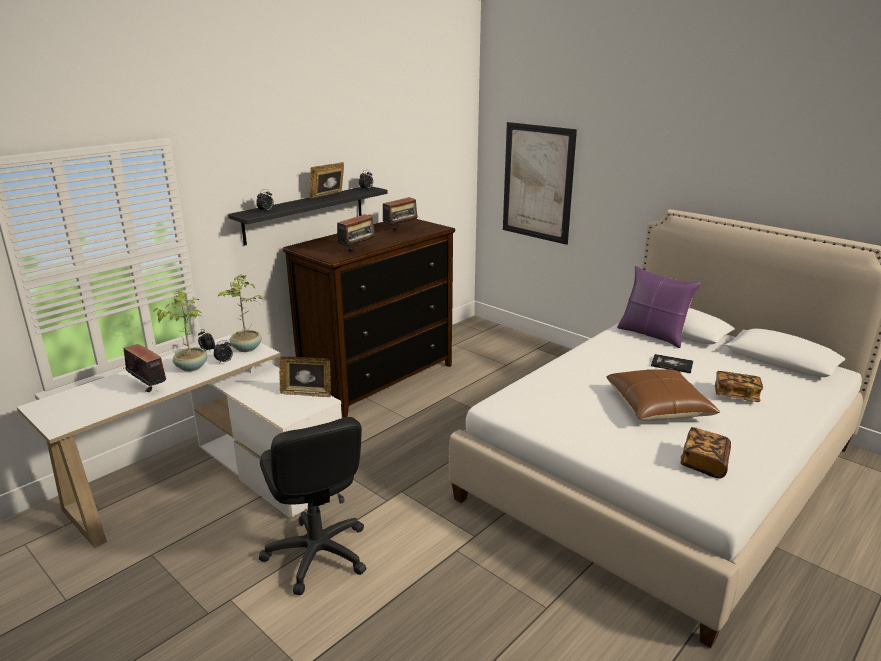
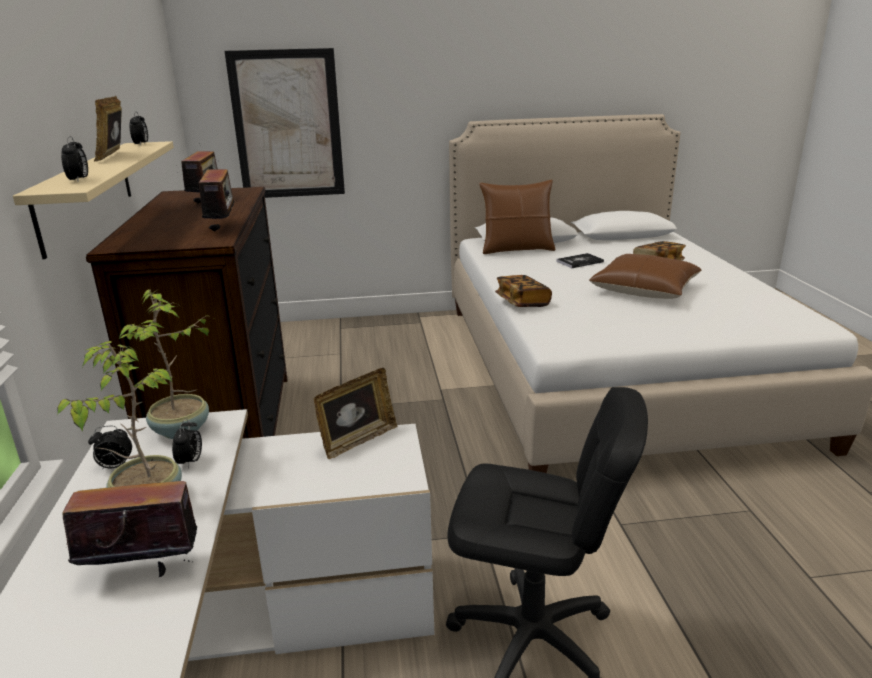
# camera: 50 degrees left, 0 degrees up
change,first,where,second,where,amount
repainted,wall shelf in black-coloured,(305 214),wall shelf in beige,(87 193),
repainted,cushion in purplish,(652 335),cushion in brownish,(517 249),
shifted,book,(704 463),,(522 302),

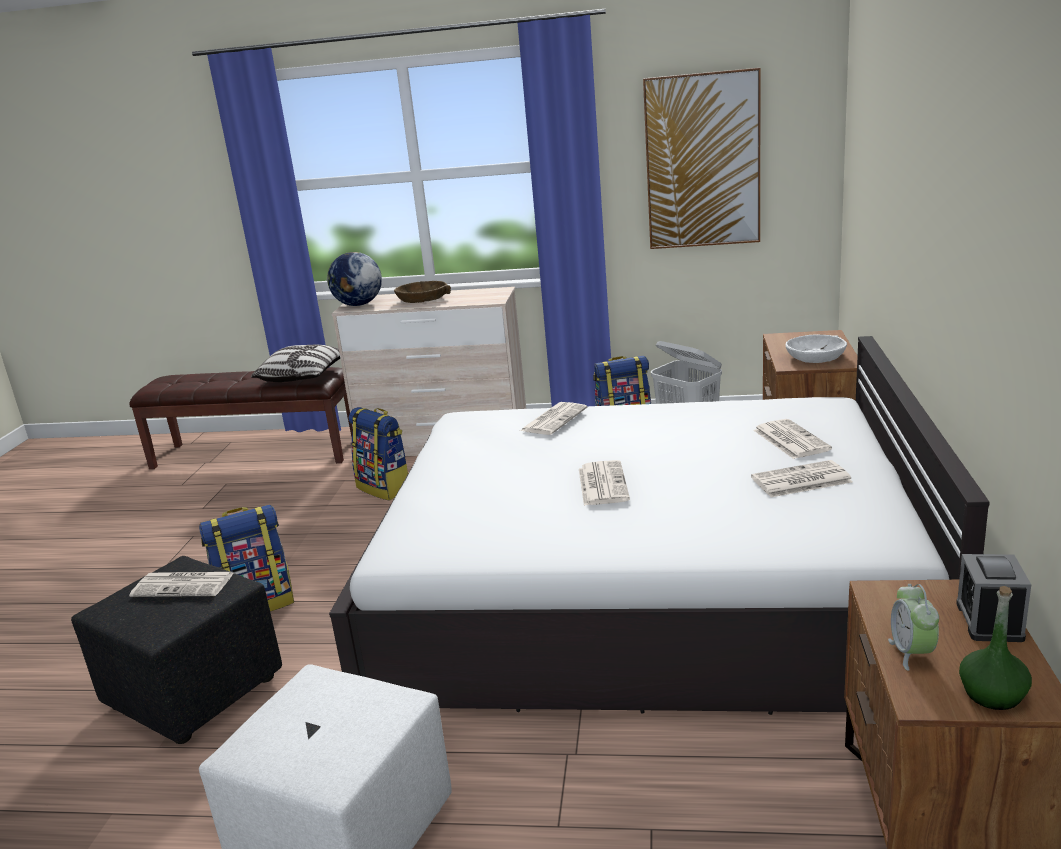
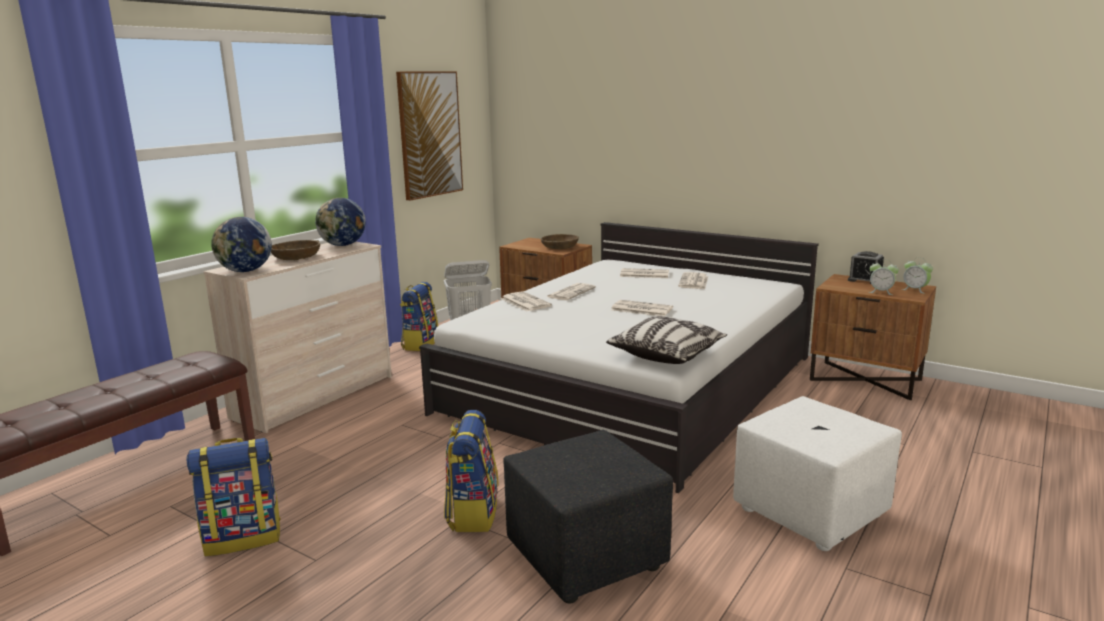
# camera: 65 degrees left, 5 degrees down
change,first,where,second,where,amount
shifted,rucksack,(386 488),,(243 538),
new,,,globe,(343 245),
repainted,serving bowl in whitish,(815 357),serving bowl in brownish,(559 247),
shifted,newspaper,(185 585),,(571 292),
shifted,cushion,(303 376),,(667 354),
swapped,bottle in greenish,(993 694),table clock,(915 290),

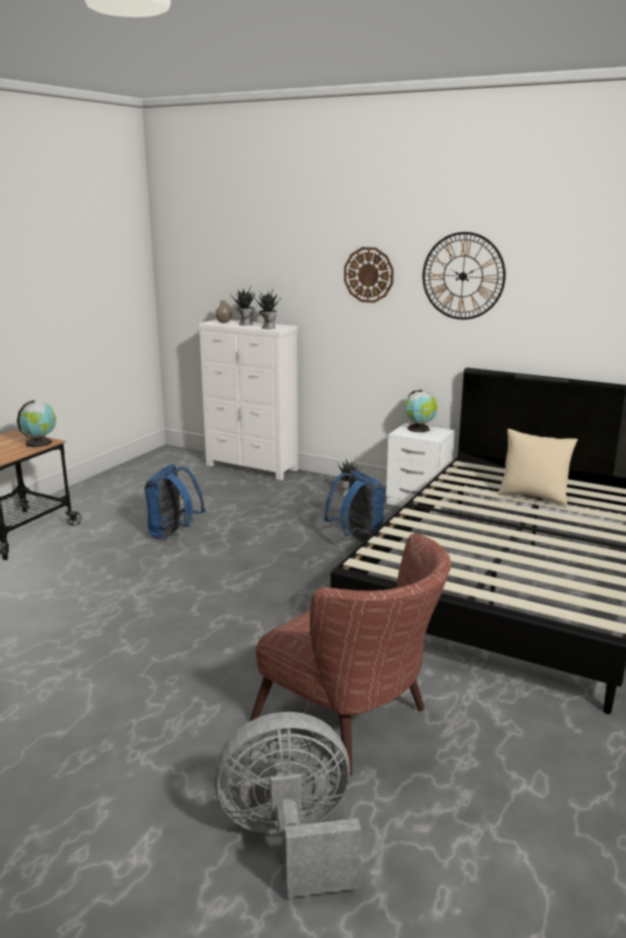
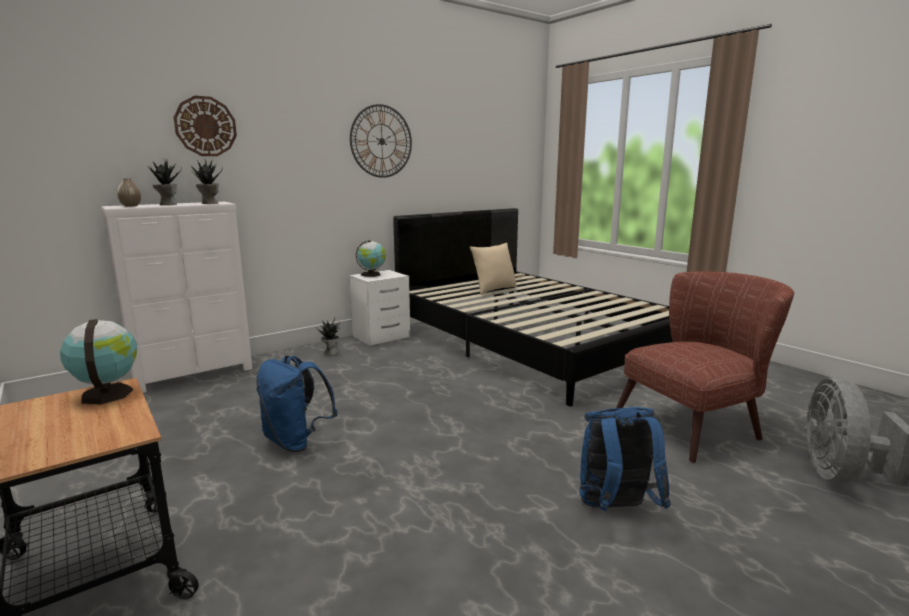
# camera: 65 degrees left, 5 degrees down
change,first,where,second,where,amount
shifted,clock on the wall,(368 275),,(205 126),
shifted,rucksack in bluish,(357 540),,(615 509),

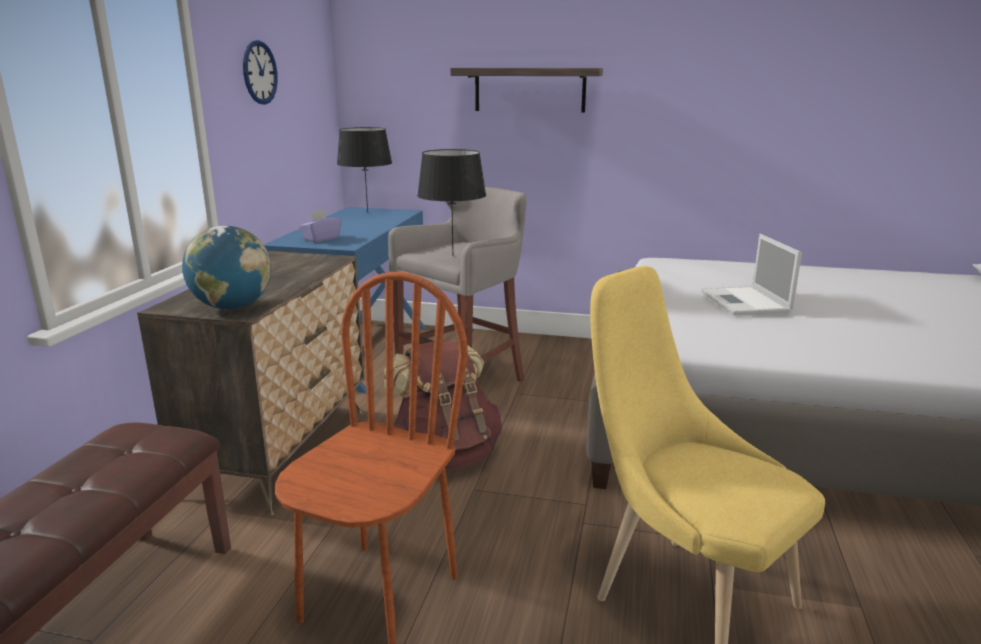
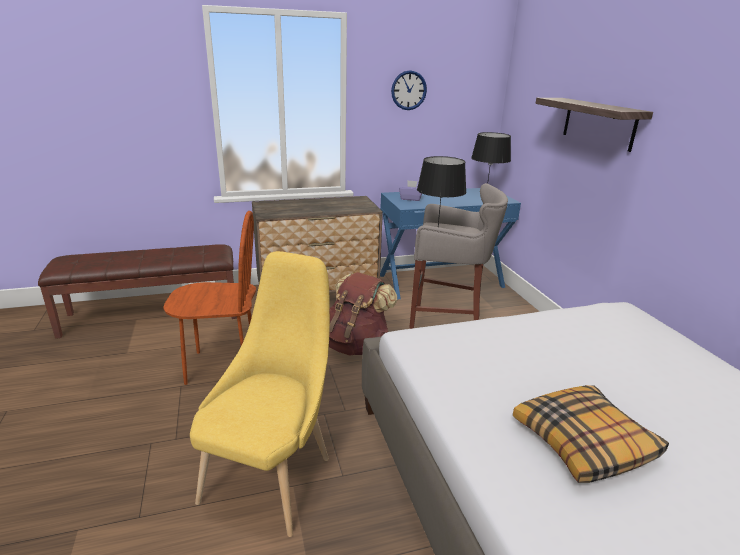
# camera: 60 degrees right, 5 degrees up
change,first,where,second,where,amount
new,,,cushion,(584 443),
gone,globe,(232 307),,,
gone,notebook computer,(746 302),,,

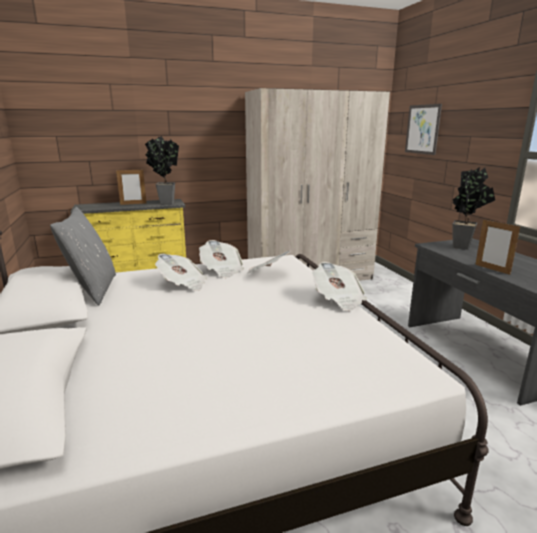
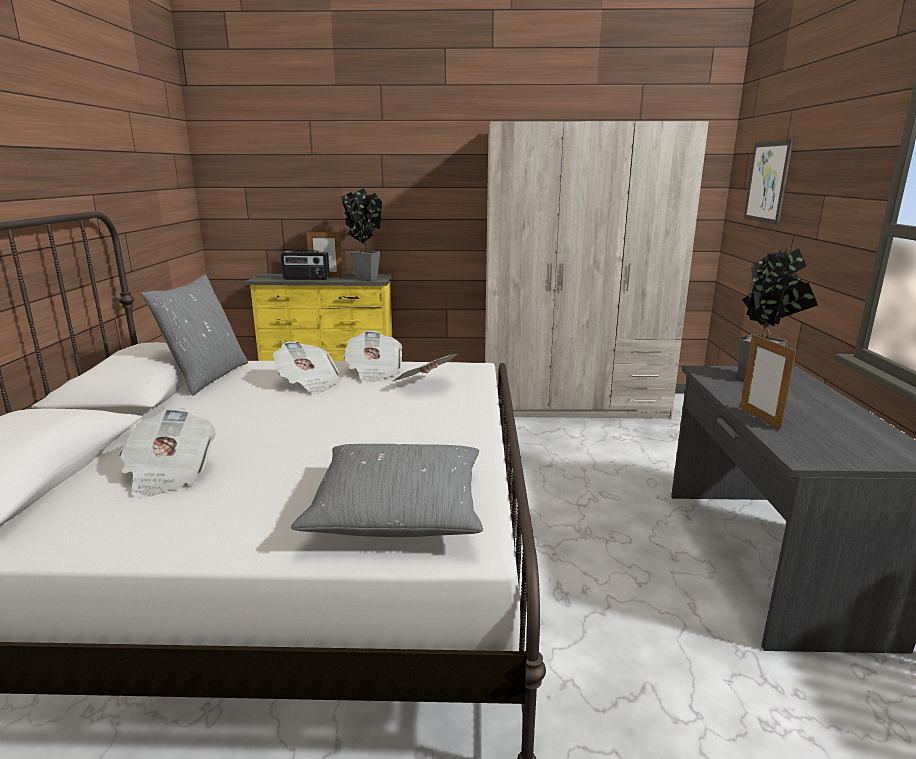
# camera: 20 degrees right, 0 degrees up
change,first,where,second,where,amount
shifted,newspaper,(338 299),,(169 474),
new,,,radio,(306 279),
new,,,cushion in grey,(398 509),

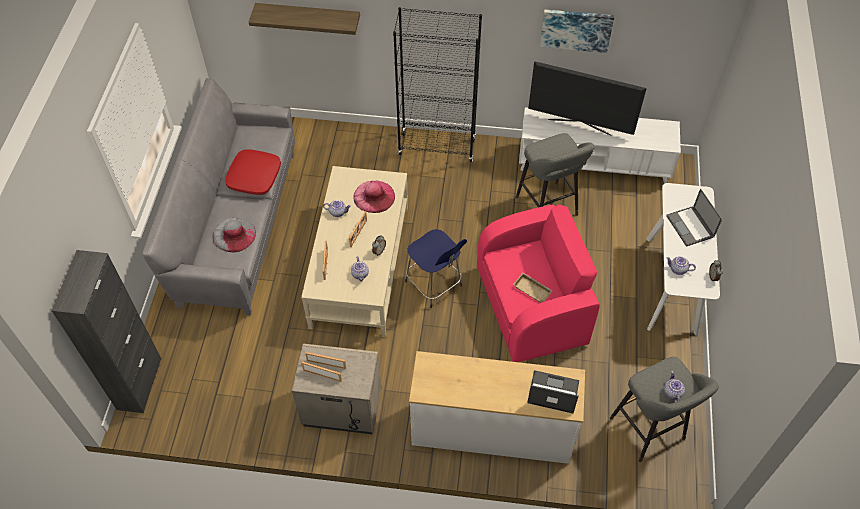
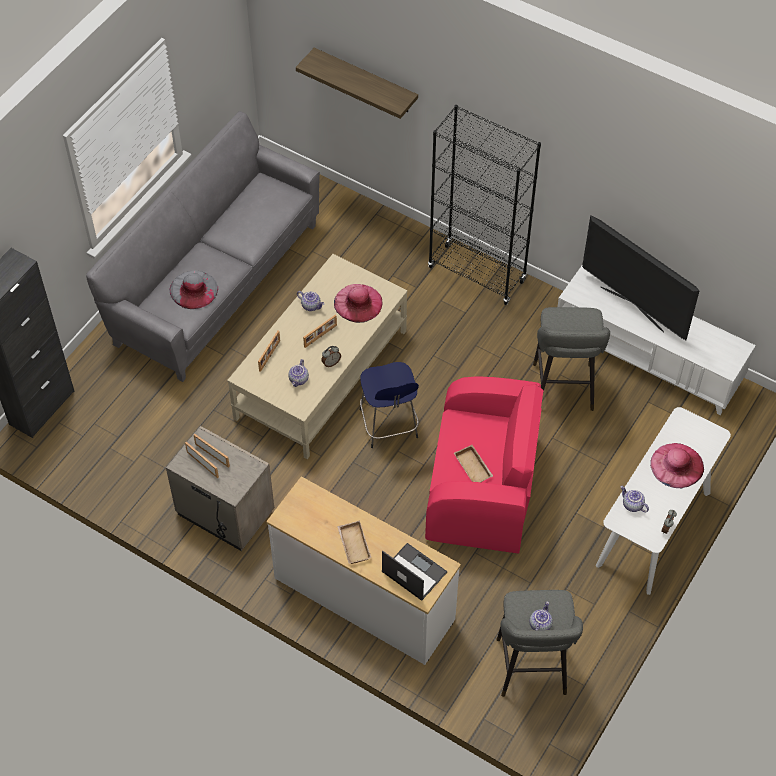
# camera: 25 degrees right, 0 degrees up
change,first,where,second,where,amount
new,,,tray in beige,(353 544),
swapped,notebook computer,(690 226),wearable hat in pink-coloured,(677 465),
gone,cushion in red-coloured,(254 176),,,
gone,picture,(576 29),,,

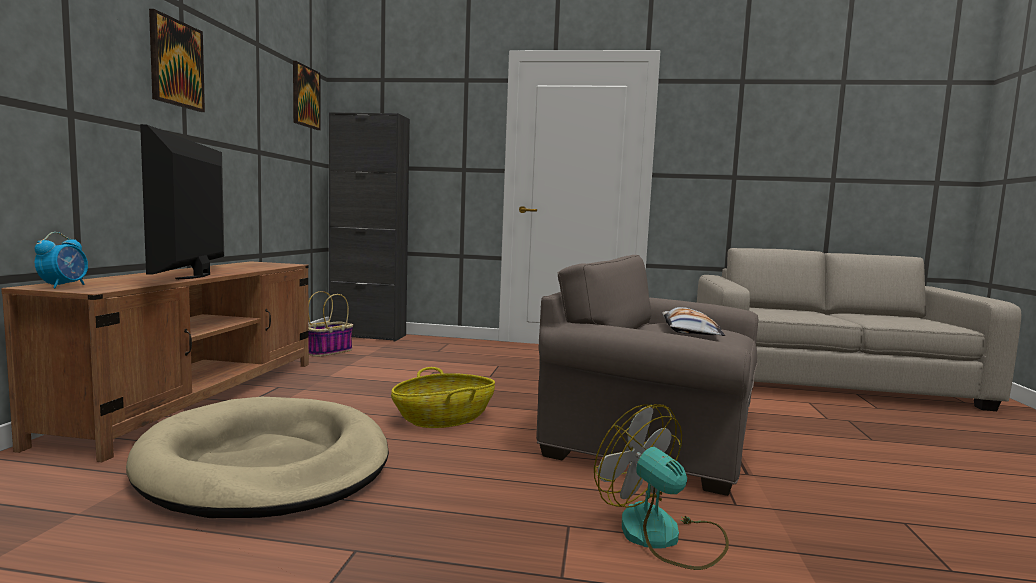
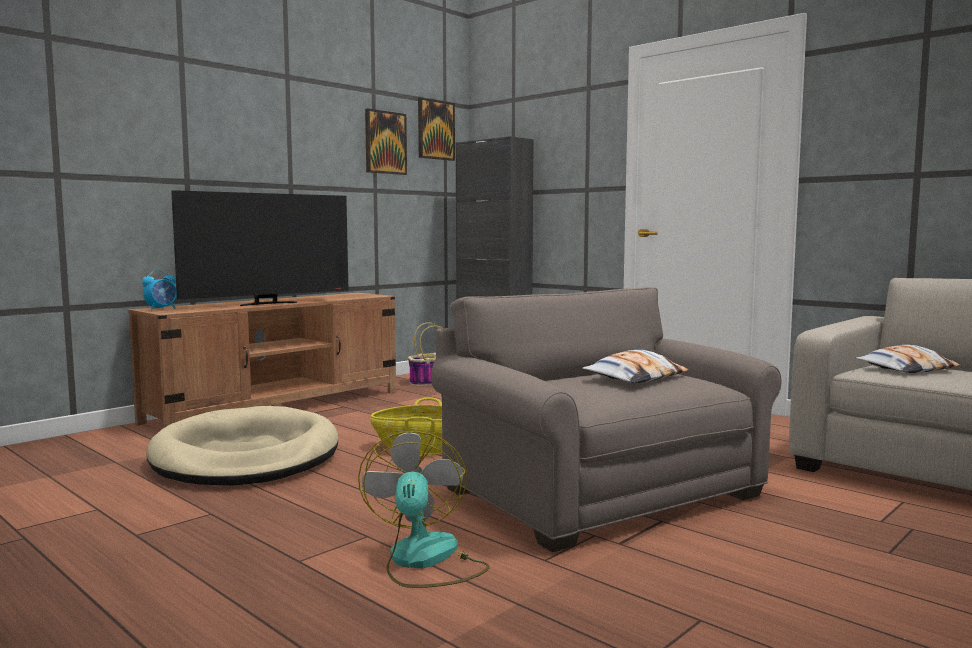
# camera: 35 degrees right, 0 degrees up
change,first,where,second,where,amount
rotated,TV,(197 275),,(267 303),150 degrees counterclockwise
shifted,picture,(176 63),,(385 142),
new,,,cushion,(906 369),

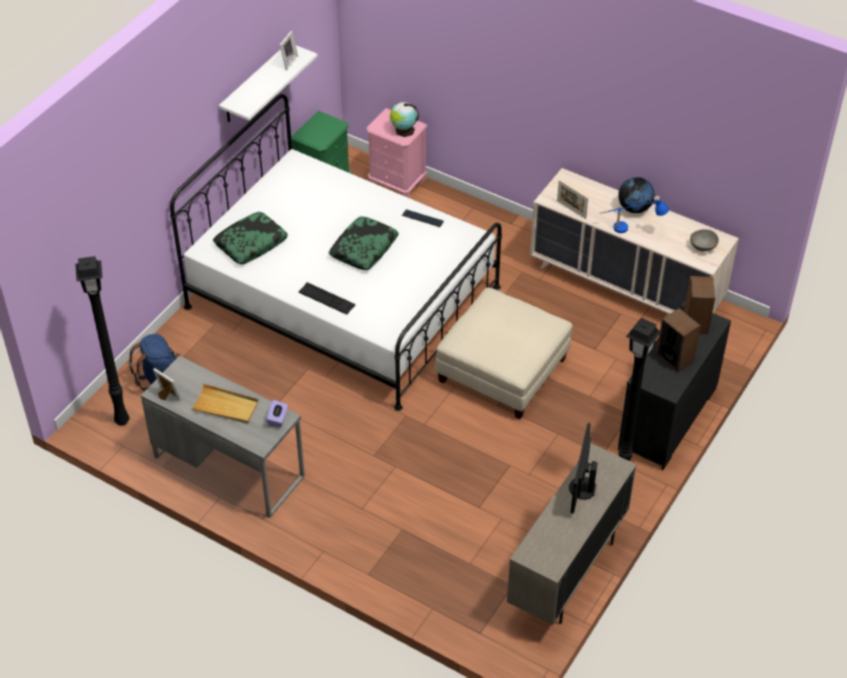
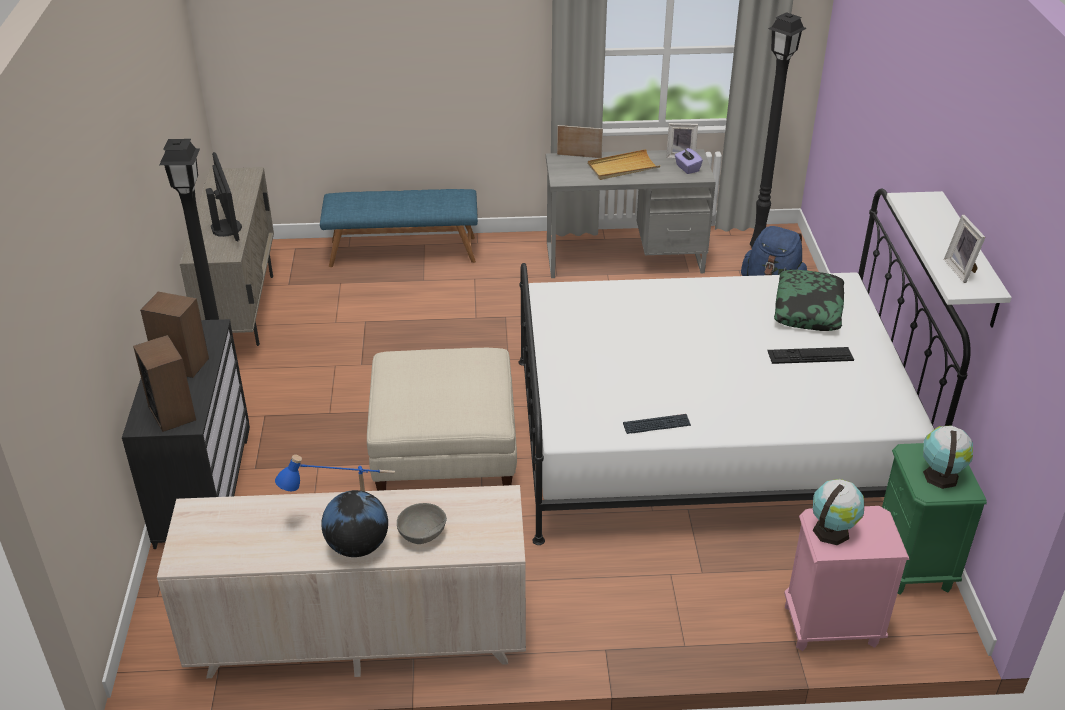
# camera: 145 degrees right, 10 degrees down
change,first,where,second,where,amount
new,,,bench in bluish,(403 251),
shifted,serving bowl in grey,(702 247),,(422 534),
shifted,standing frame,(571 209),,(579 156),
shifted,tissue holder in purplish,(278 419),,(687 168),
shifted,PC keyboard,(326 298),,(810 355),
new,,,globe,(940 475),
gone,cushion,(363 248),,,

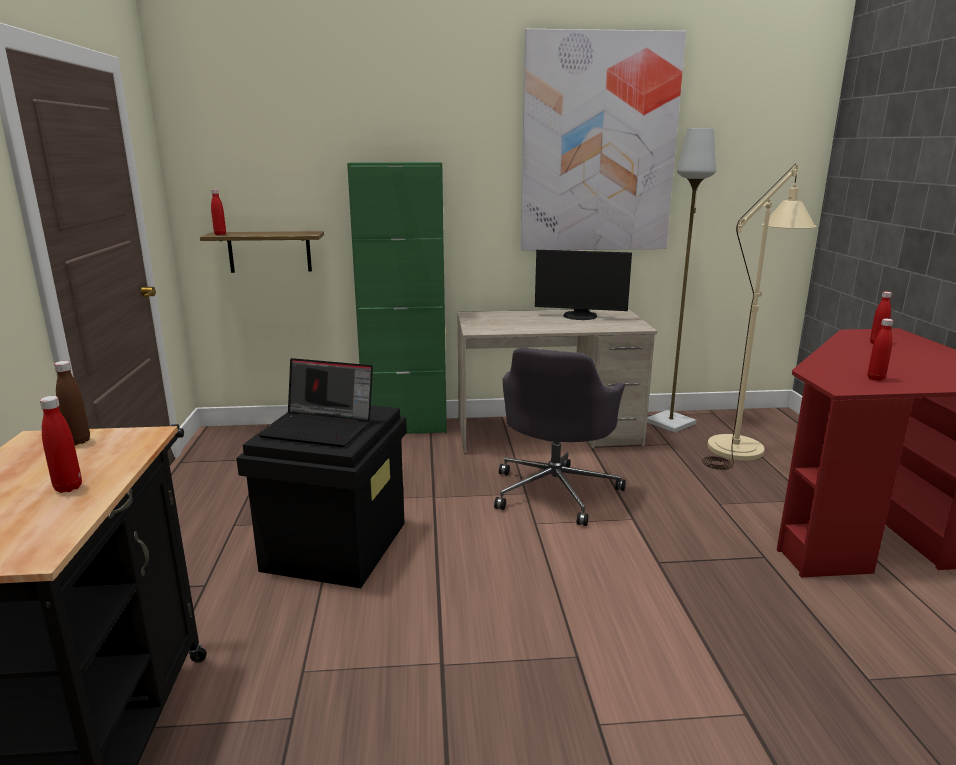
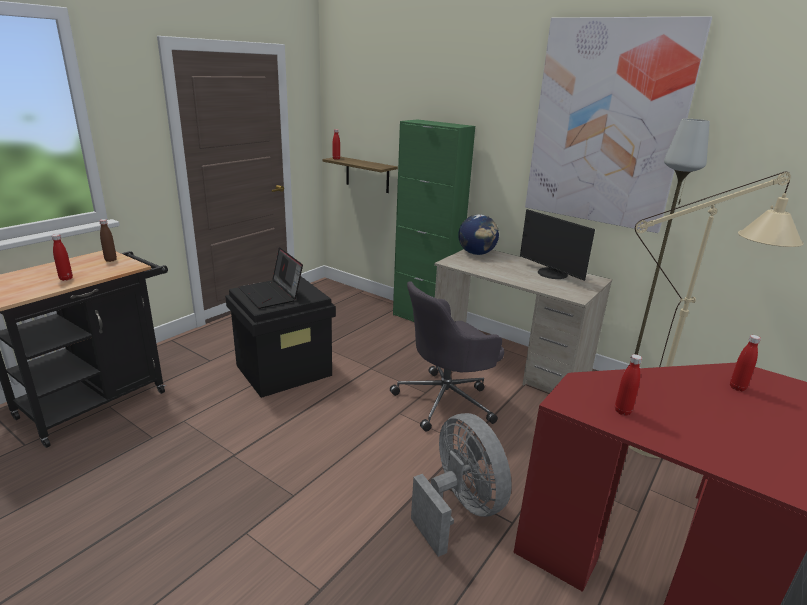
# camera: 40 degrees right, 5 degrees up
change,first,where,second,where,amount
new,,,cooling fan in grey,(459 509),
new,,,globe,(476 253),

